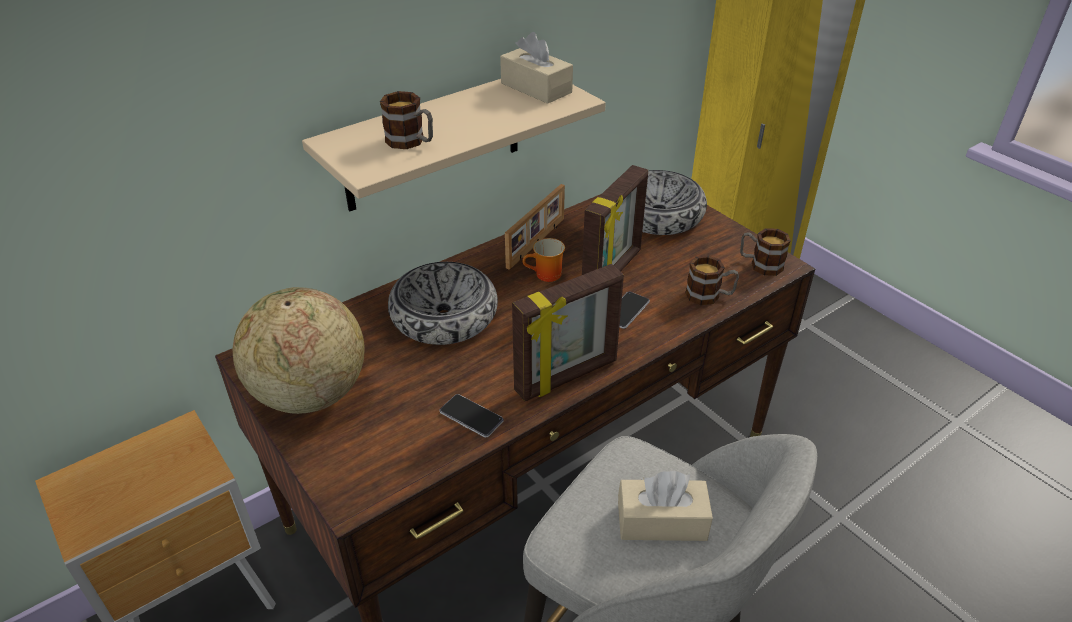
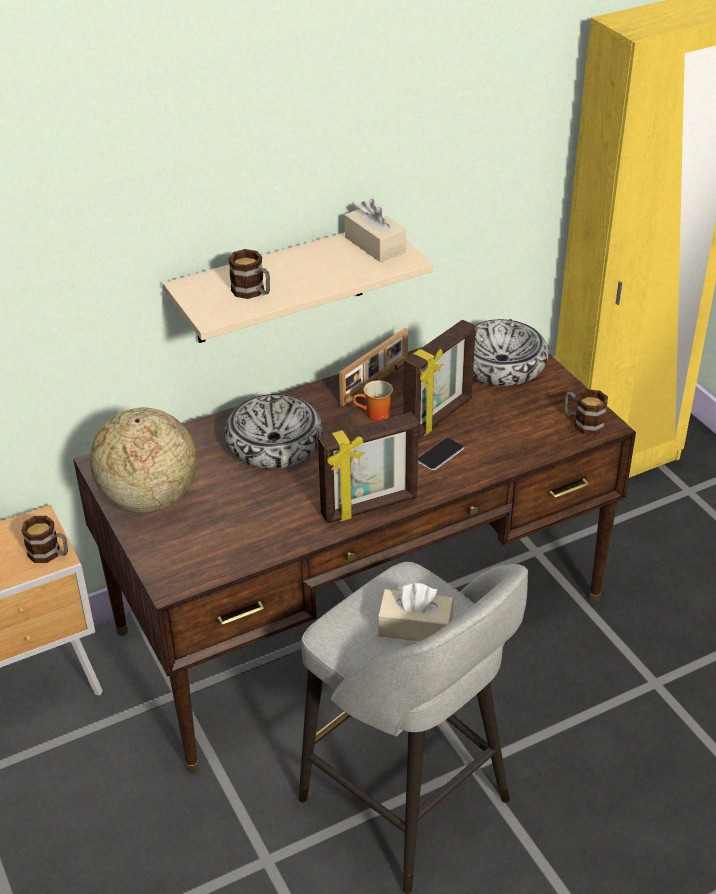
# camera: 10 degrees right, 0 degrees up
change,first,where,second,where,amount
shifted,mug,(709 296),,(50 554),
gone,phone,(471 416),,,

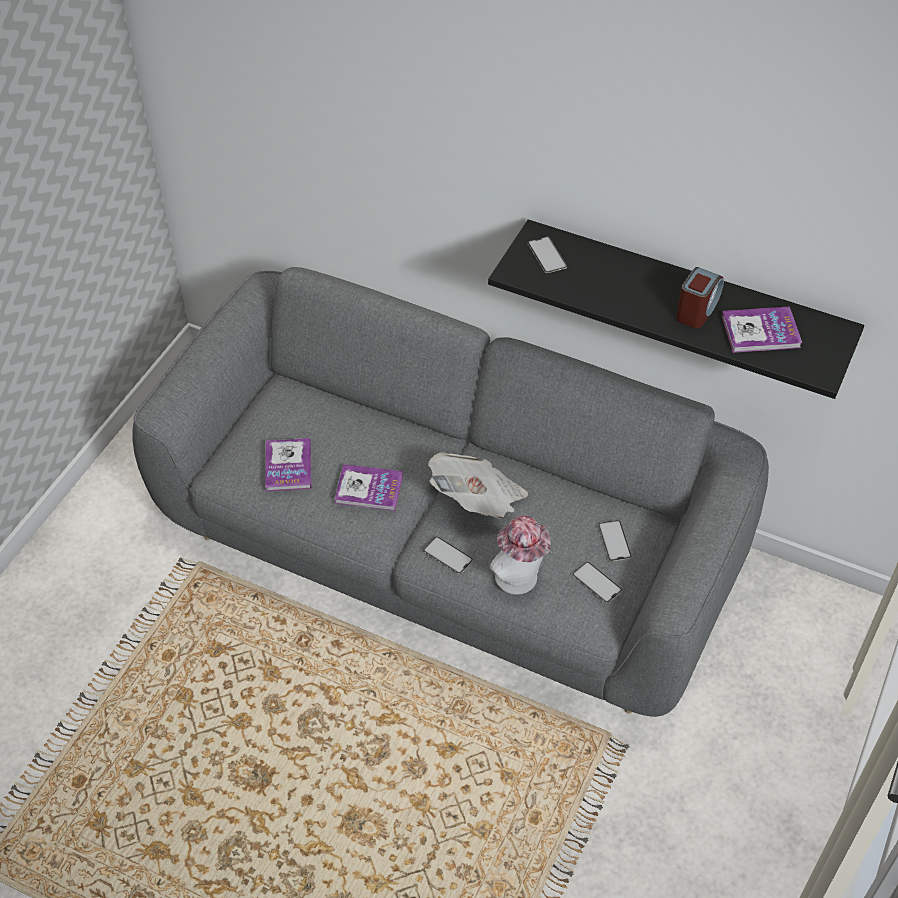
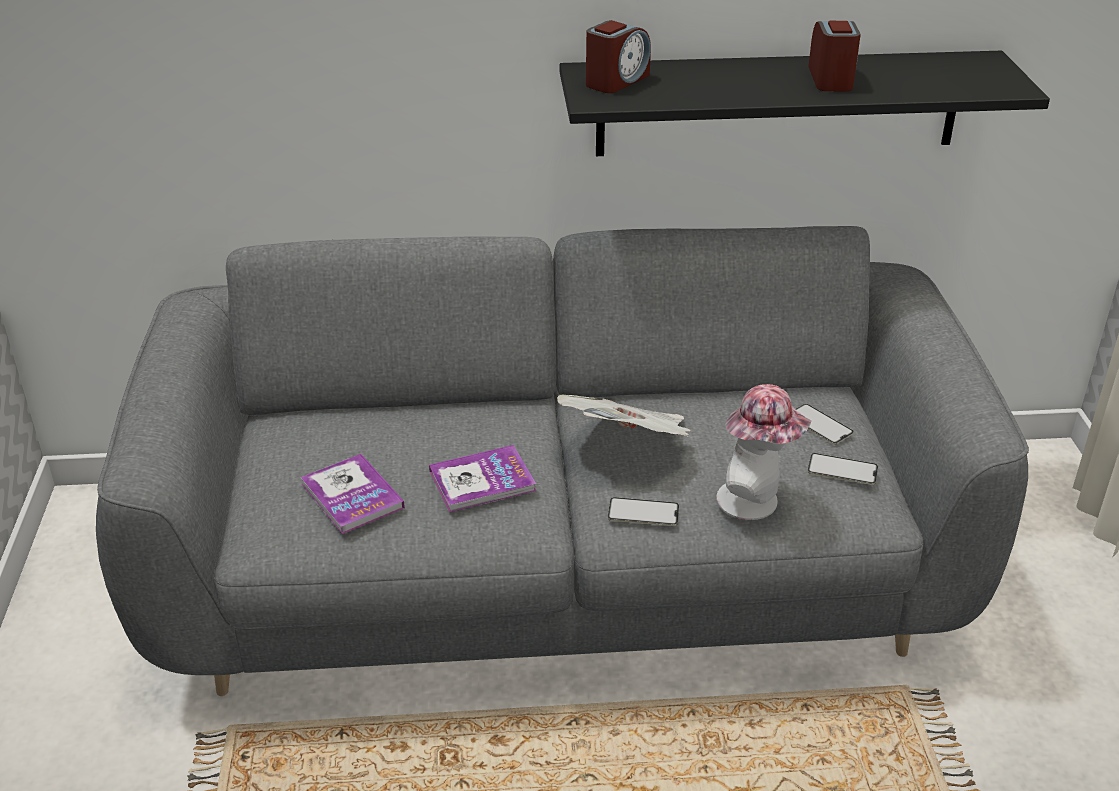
# camera: 30 degrees left, 15 degrees down
change,first,where,second,where,amount
swapped,phone,(547 255),table clock,(616 81),
gone,book,(760 331),,,

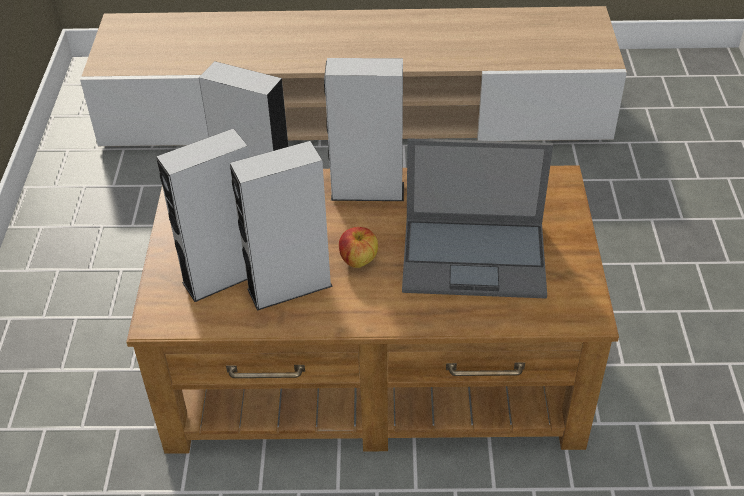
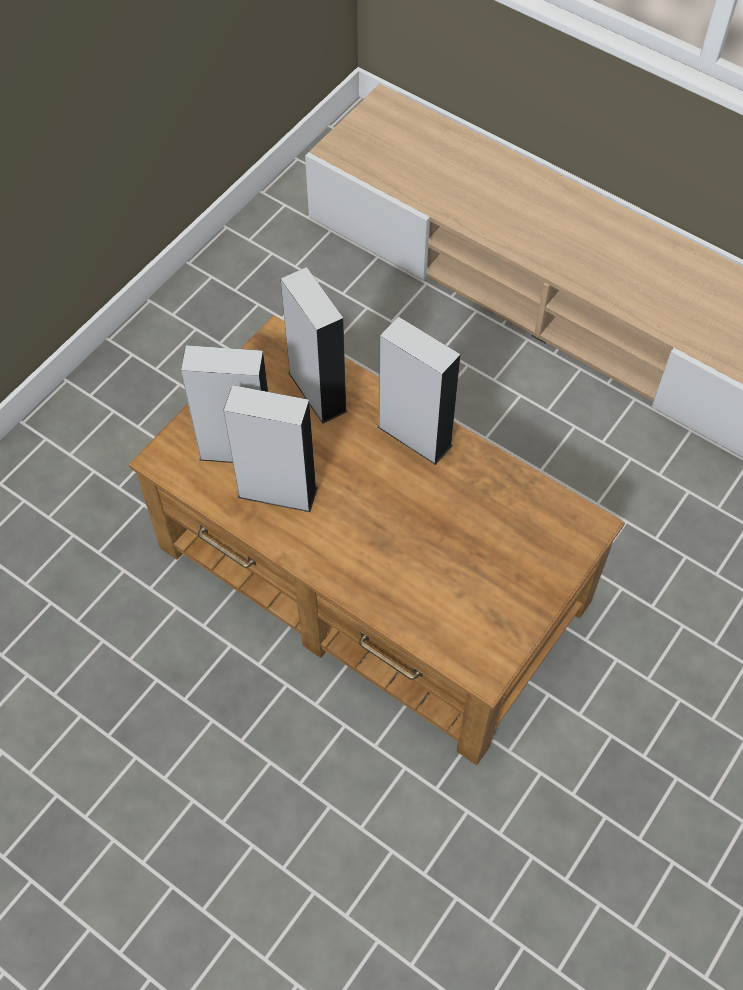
# camera: 35 degrees right, 15 degrees up
change,first,where,second,where,amount
gone,whole apple,(358 260),,,
gone,notebook computer,(476 257),,,

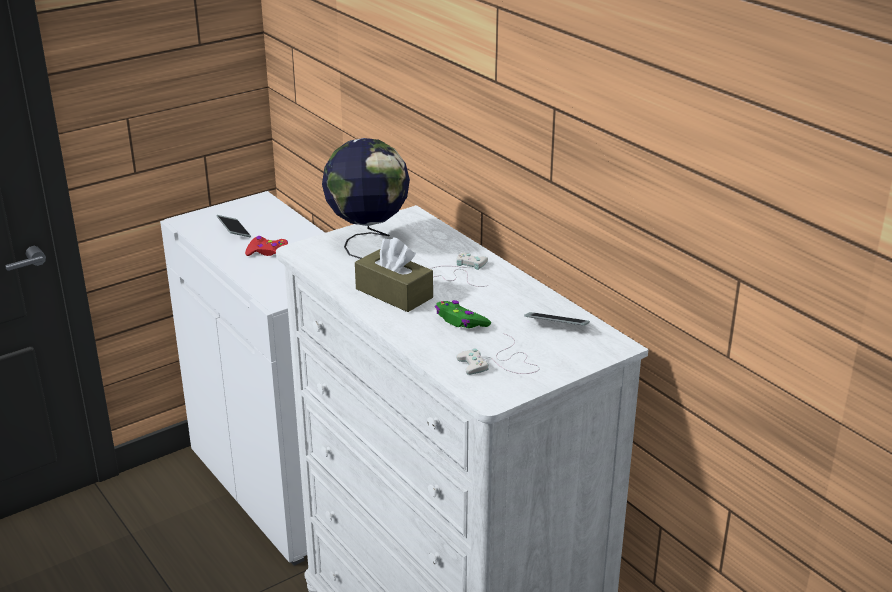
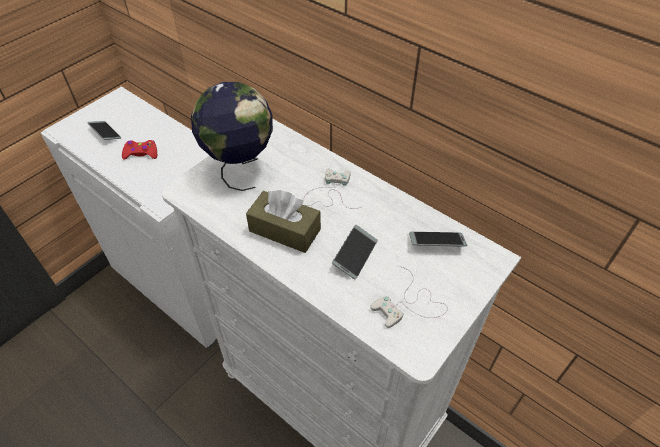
# camera: 15 degrees left, 20 degrees up
change,first,where,second,where,amount
swapped,gamepad in greenish,(460 321),phone,(355 255),

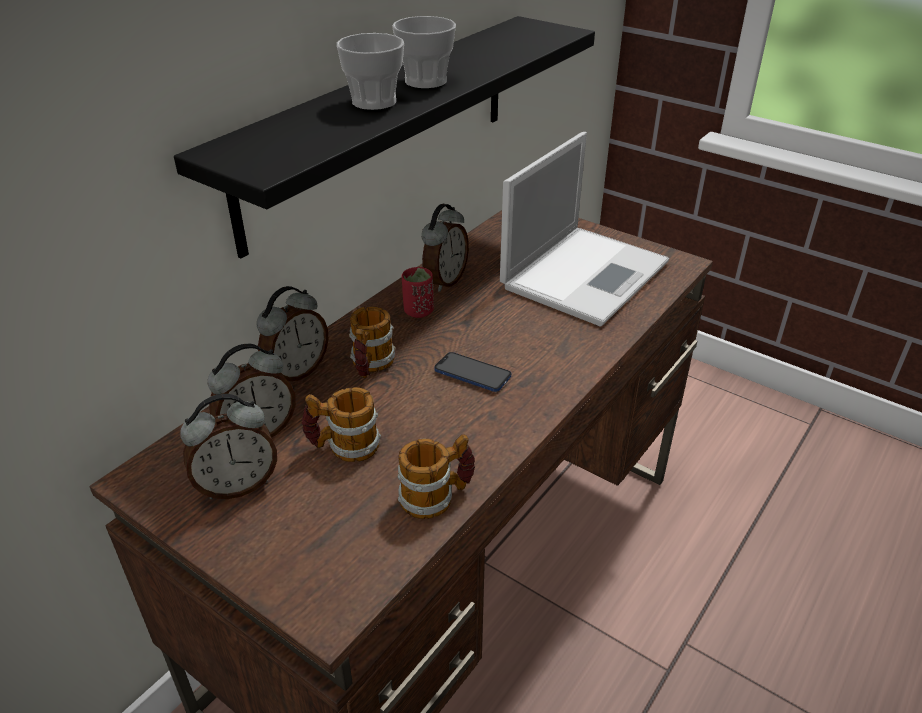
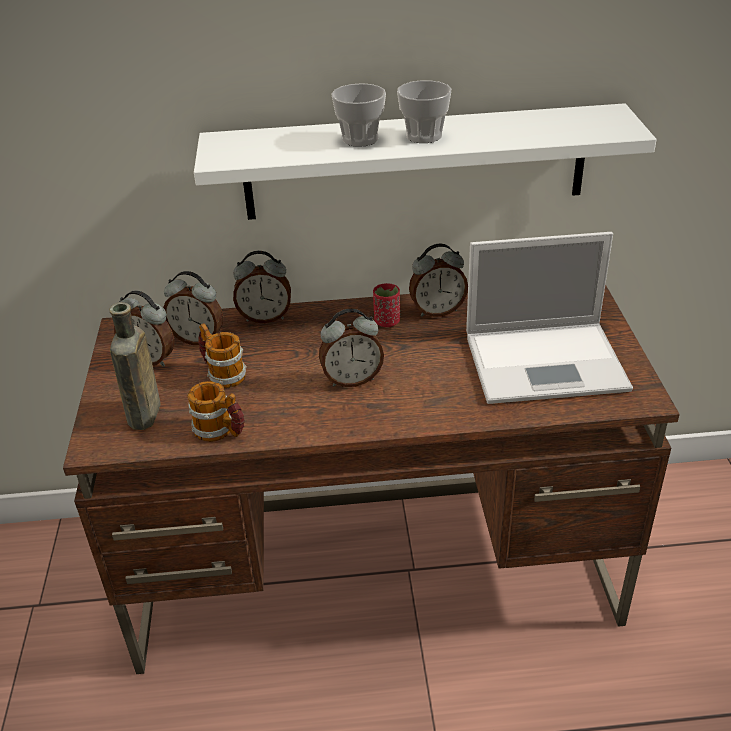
# camera: 50 degrees right, 0 degrees up
change,first,where,second,where,amount
new,,,bottle in brownish,(144 417),
repainted,wall shelf in black-coloured,(382 126),wall shelf in whitish,(415 163),
swapped,phone,(472 373),table clock,(352 379),
gone,mug,(370 365),,,

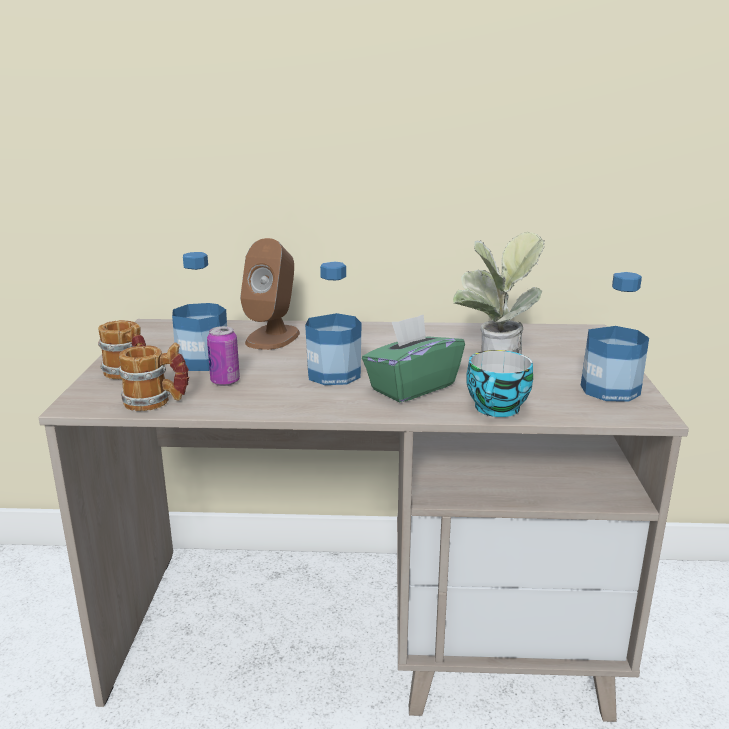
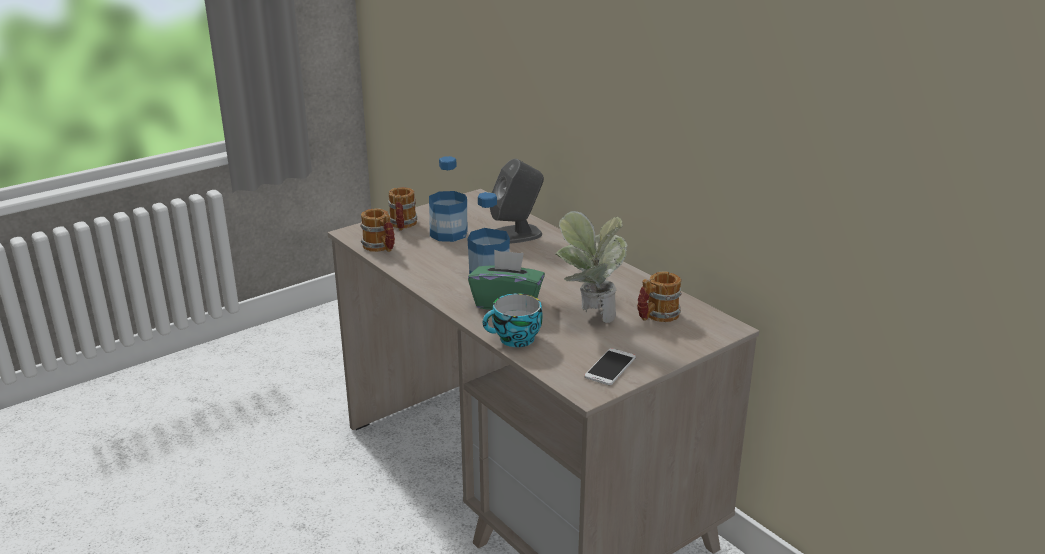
# camera: 50 degrees right, 5 degrees up
change,first,where,second,where,amount
repainted,audio speaker in brownish,(273 337),audio speaker in grey,(517 234),
swapped,bottle,(610 390),phone,(610 367),
new,,,mug,(656 316),
gone,can,(225 381),,,

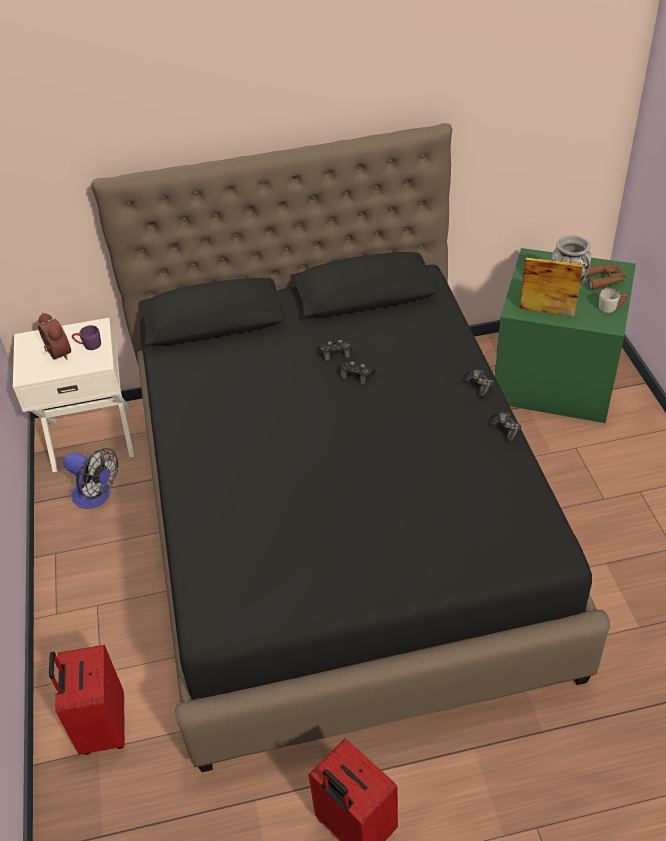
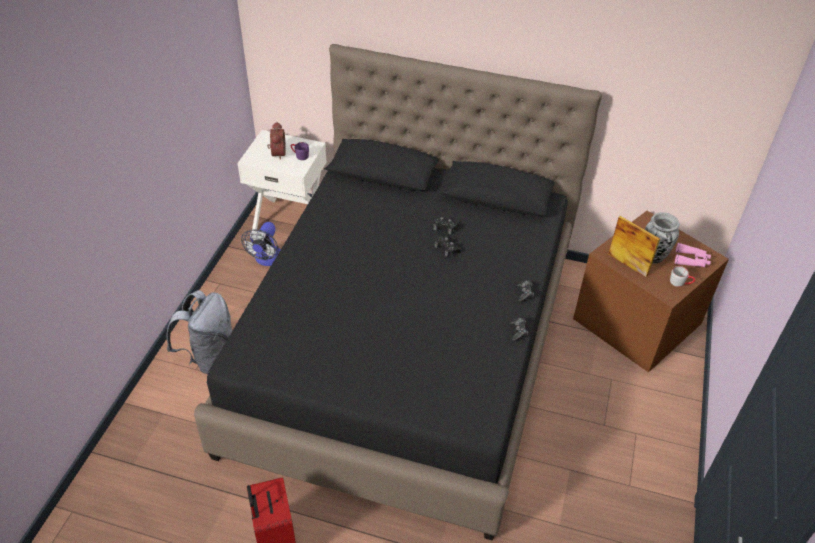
# camera: 25 degrees right, 0 degrees up
change,first,where,second,where,amount
new,,,rucksack in grey,(209 356),
rotated,cooling fan,(97 496),,(267 260),45 degrees clockwise
repainted,storage box in greenish,(554 376),storage box in brownish,(635 321),
repainted,binoculars in brownish,(603 280),binoculars in pink-coloured,(691 260),
gone,piece of luggage in red-coloured,(102 727),,,

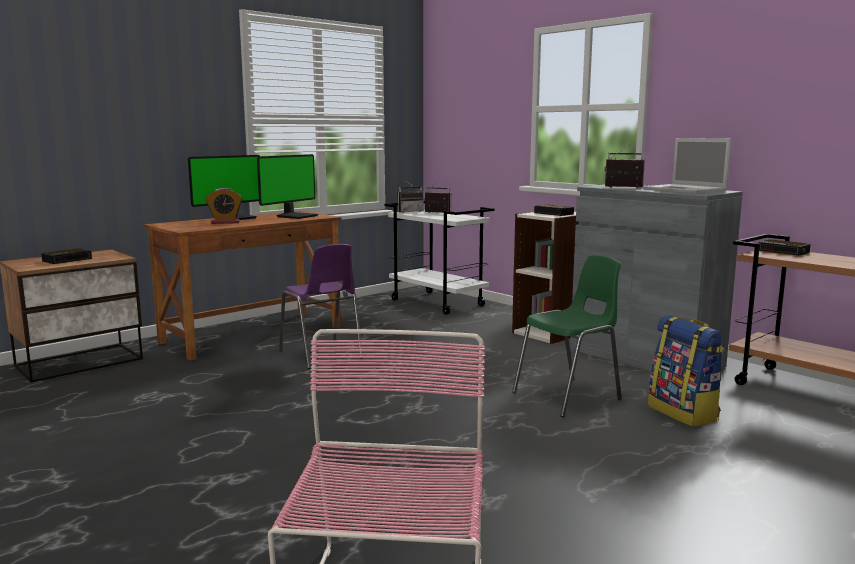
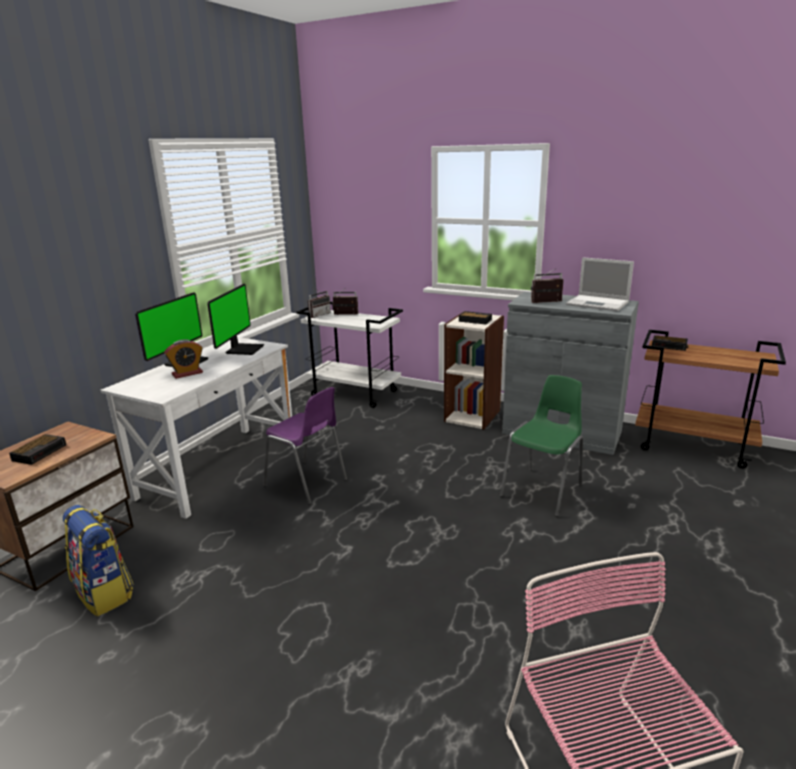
# camera: 20 degrees left, 10 degrees up
change,first,where,second,where,amount
shifted,rucksack,(684 413),,(105 593),
repainted,desk unit in brownish,(252 335),desk unit in whitish,(219 468),

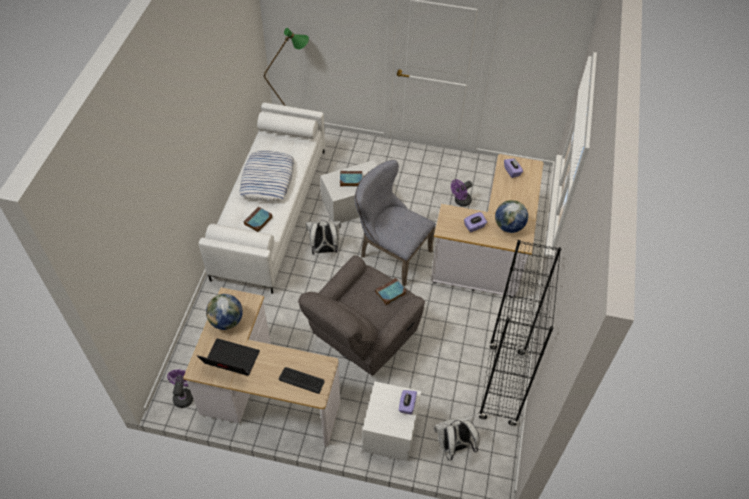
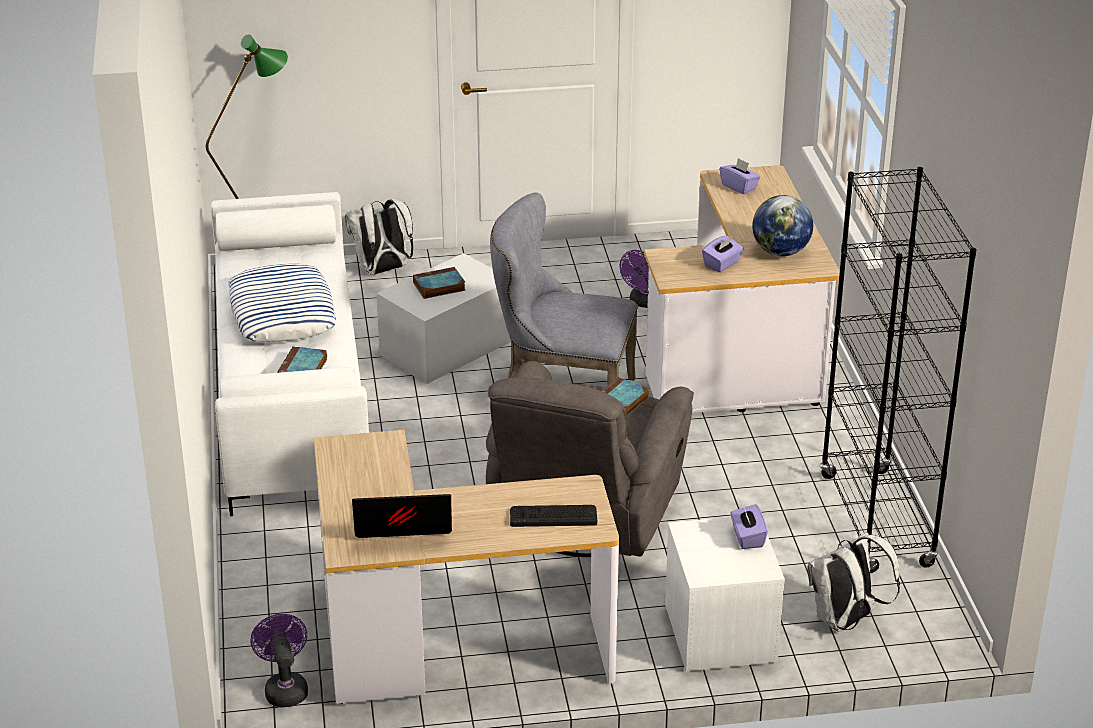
# camera: 20 degrees left, 20 degrees down
change,first,where,second,where,amount
shifted,rucksack in whitish,(324 250),,(383 270),
gone,globe,(226 321),,,

